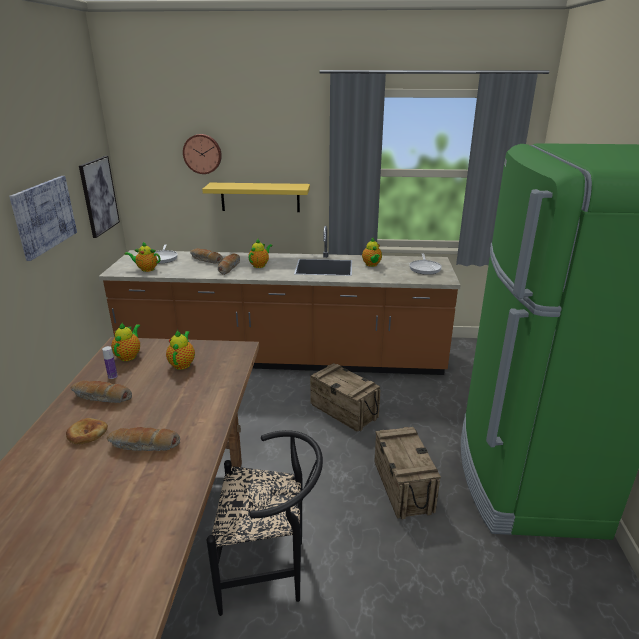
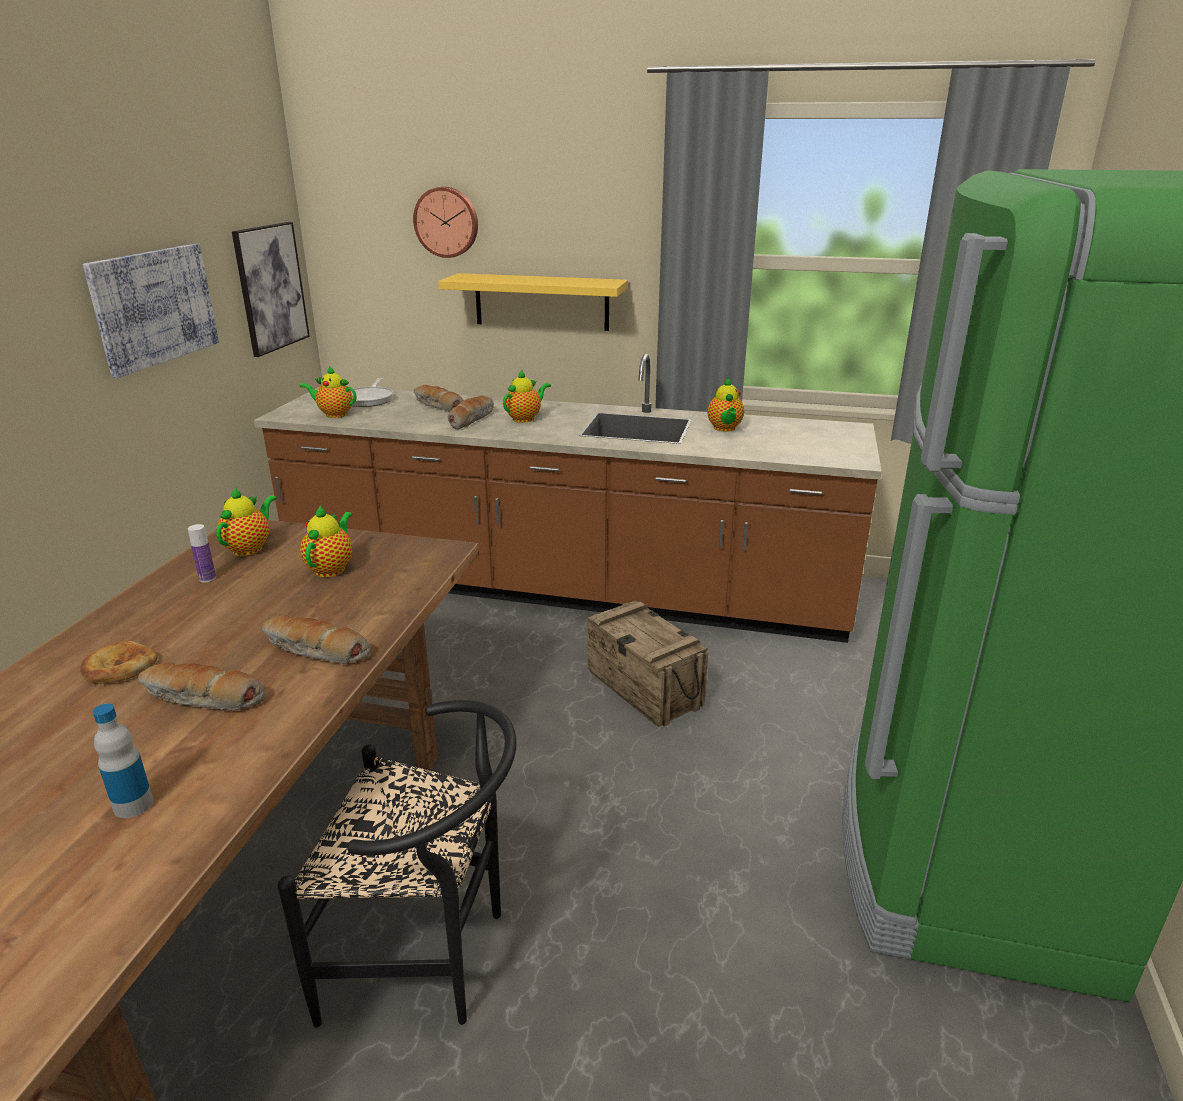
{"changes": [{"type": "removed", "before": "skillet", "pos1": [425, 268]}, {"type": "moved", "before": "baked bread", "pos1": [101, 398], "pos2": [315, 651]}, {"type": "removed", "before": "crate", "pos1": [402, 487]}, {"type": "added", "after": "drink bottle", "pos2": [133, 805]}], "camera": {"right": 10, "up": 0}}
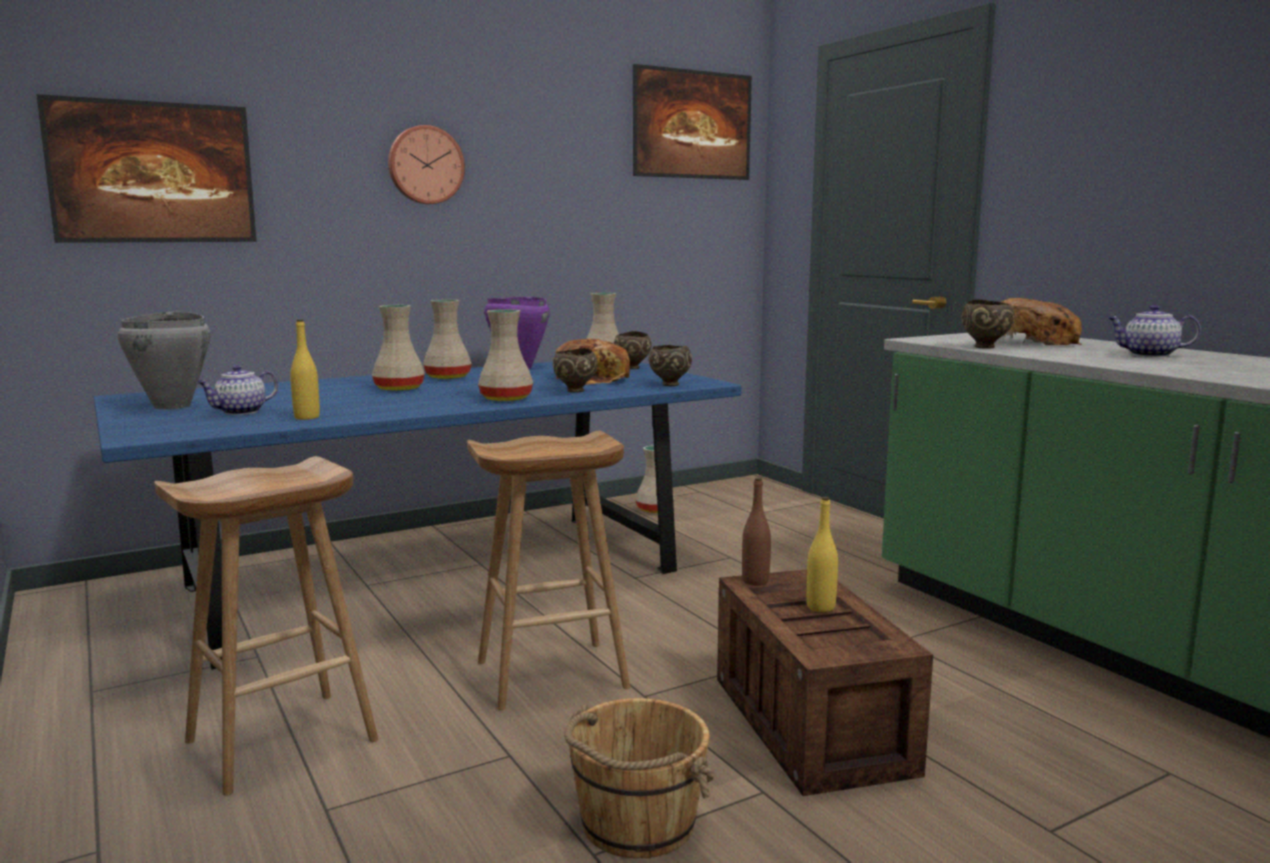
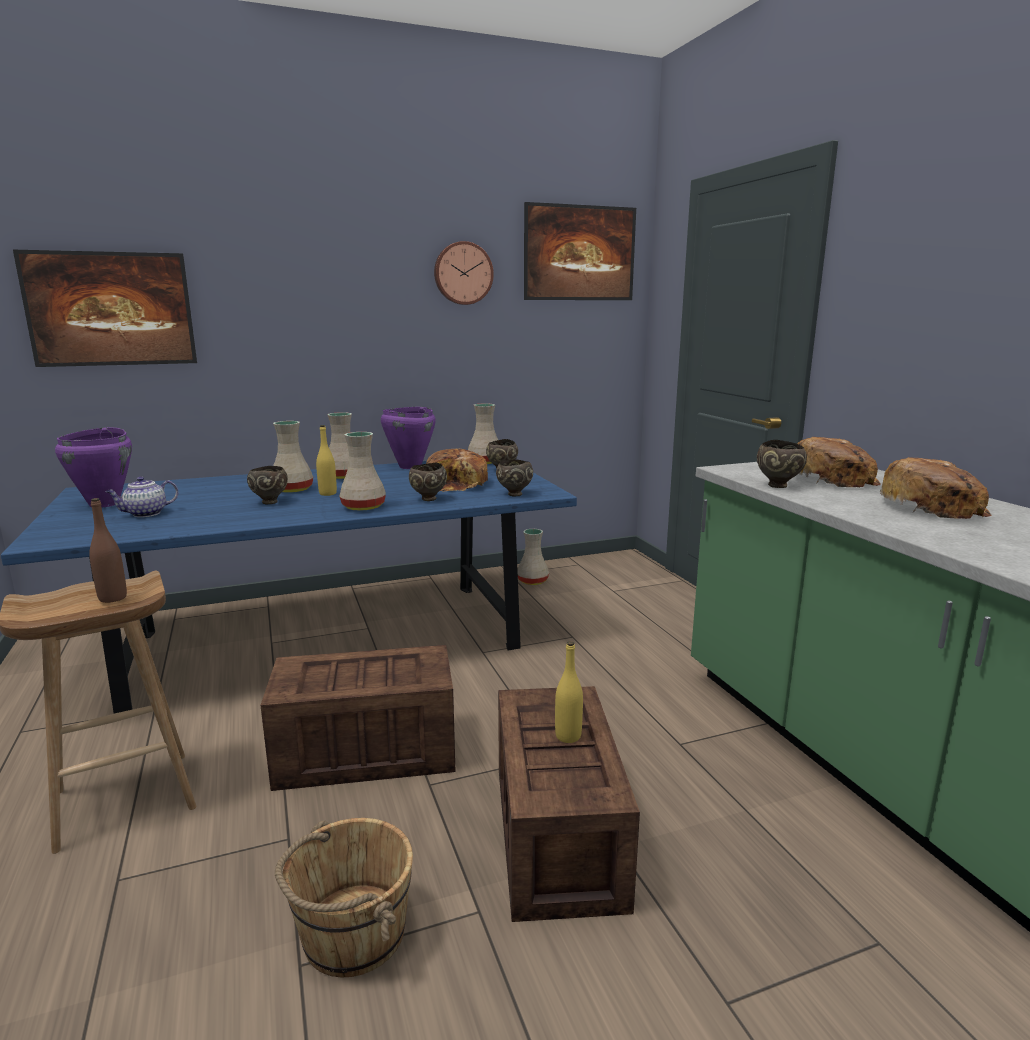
{"changes": [{"type": "moved", "before": "clock on the wall", "pos1": [425, 165], "pos2": [463, 273]}, {"type": "replaced", "before": "pot for tea", "after": "baked bread", "pos1": [1148, 355], "pos2": [934, 507]}, {"type": "recoloured", "before": "gray saucepot", "after": "purple saucepot", "pos1": [173, 406], "pos2": [105, 504]}, {"type": "moved", "before": "yellow drink bottle", "pos1": [307, 417], "pos2": [328, 493]}, {"type": "replaced", "before": "brown stool seat", "after": "crate", "pos1": [550, 675], "pos2": [363, 753]}, {"type": "moved", "before": "brown drink bottle", "pos1": [755, 581], "pos2": [113, 598]}, {"type": "added", "after": "brown bowl", "pos2": [269, 502]}], "camera": {"right": 10, "up": 5}}
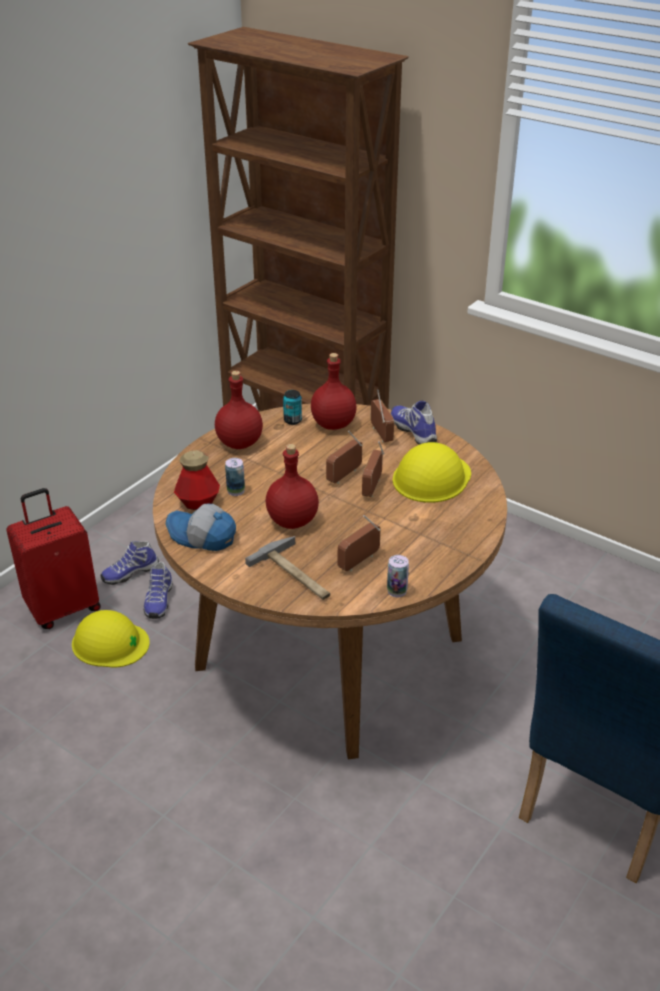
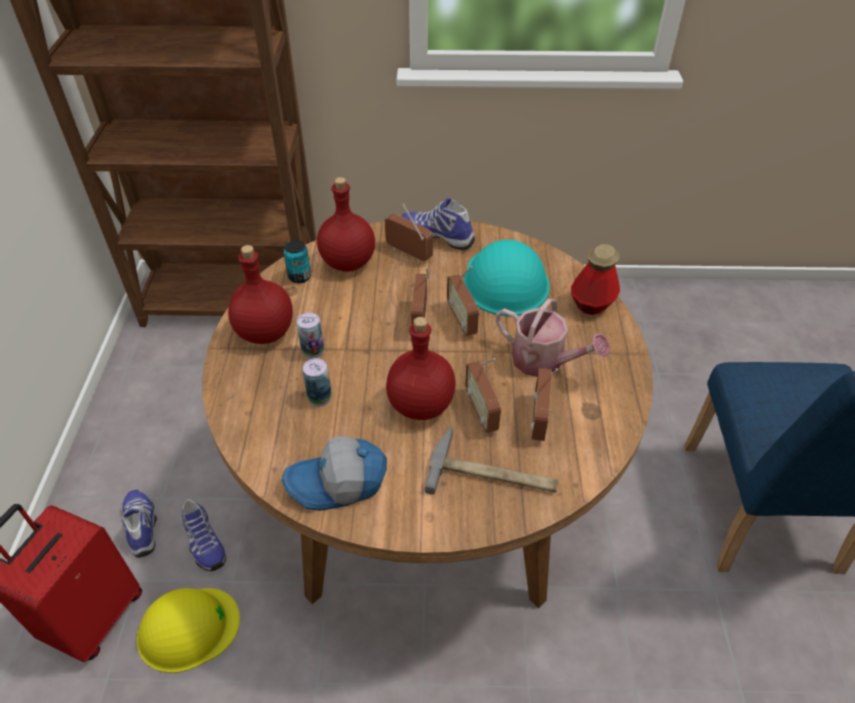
{"changes": [{"type": "recoloured", "before": "yellow work helmet", "after": "blue-green work helmet", "pos1": [431, 477], "pos2": [506, 281]}, {"type": "moved", "before": "drink bottle", "pos1": [198, 502], "pos2": [592, 304]}, {"type": "turned", "before": "item of footwear", "pos1": [130, 572], "pos2": [143, 526], "turn": 135}, {"type": "moved", "before": "metal can", "pos1": [397, 591], "pos2": [313, 351]}, {"type": "added", "after": "sprinkling can", "pos2": [544, 361]}, {"type": "added", "after": "radio receiver", "pos2": [481, 412]}], "camera": {"right": -35, "up": 10}}
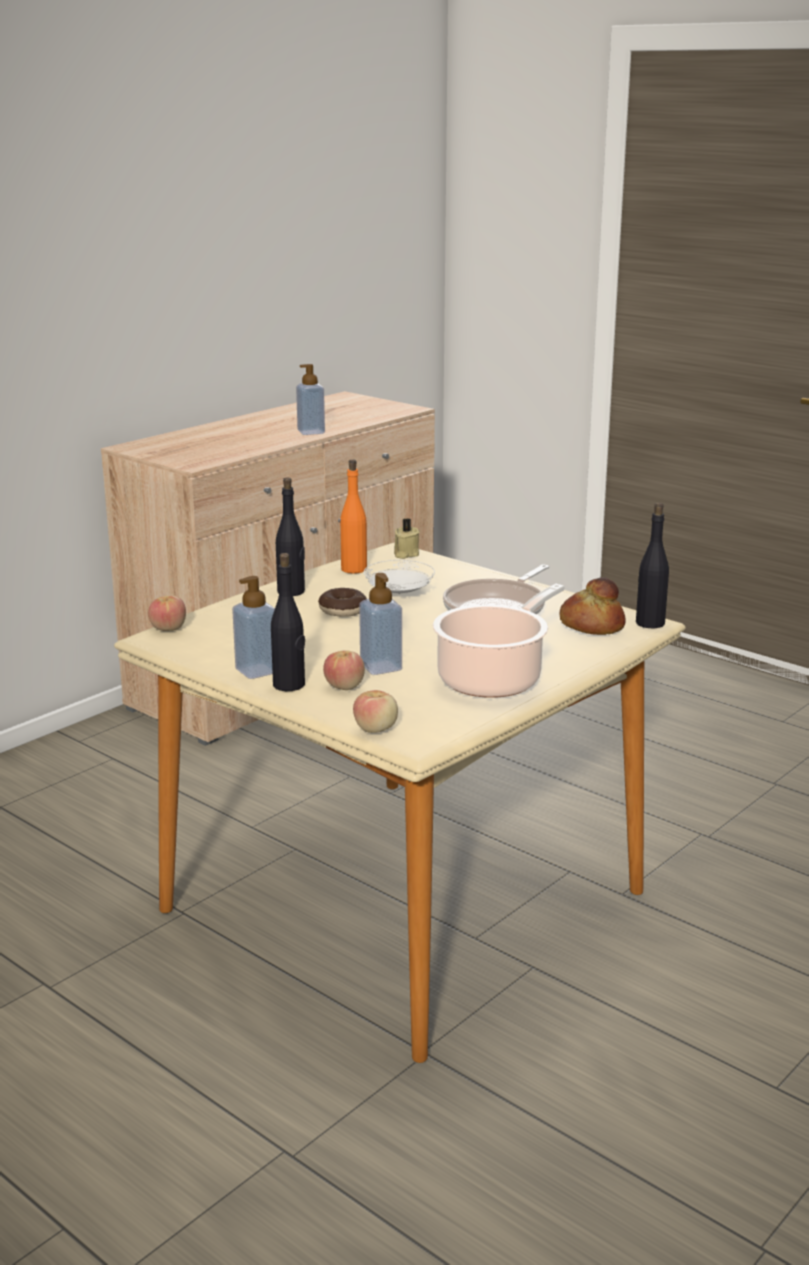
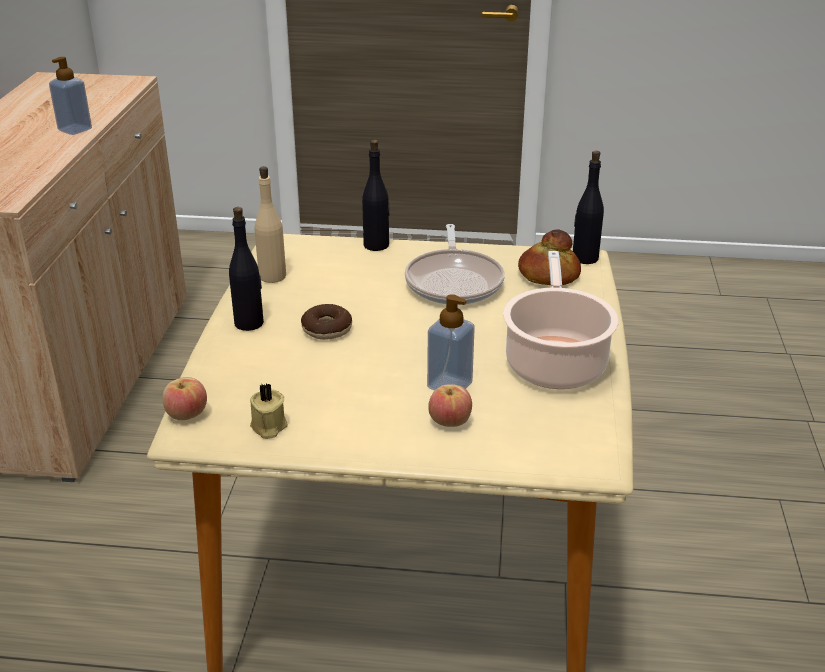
{"changes": [{"type": "recoloured", "before": "orange-coloured drink bottle", "after": "sand-coloured drink bottle", "pos1": [354, 569], "pos2": [272, 276]}, {"type": "moved", "before": "sand-coloured wax candle", "pos1": [405, 554], "pos2": [268, 427]}, {"type": "moved", "before": "black-coloured drink bottle", "pos1": [289, 685], "pos2": [376, 245]}, {"type": "removed", "before": "white-coloured dinner plate", "pos1": [399, 594]}, {"type": "removed", "before": "liquid soap bottle", "pos1": [257, 671]}, {"type": "removed", "before": "whole apple", "pos1": [376, 729]}], "camera": {"right": -35, "up": 10}}
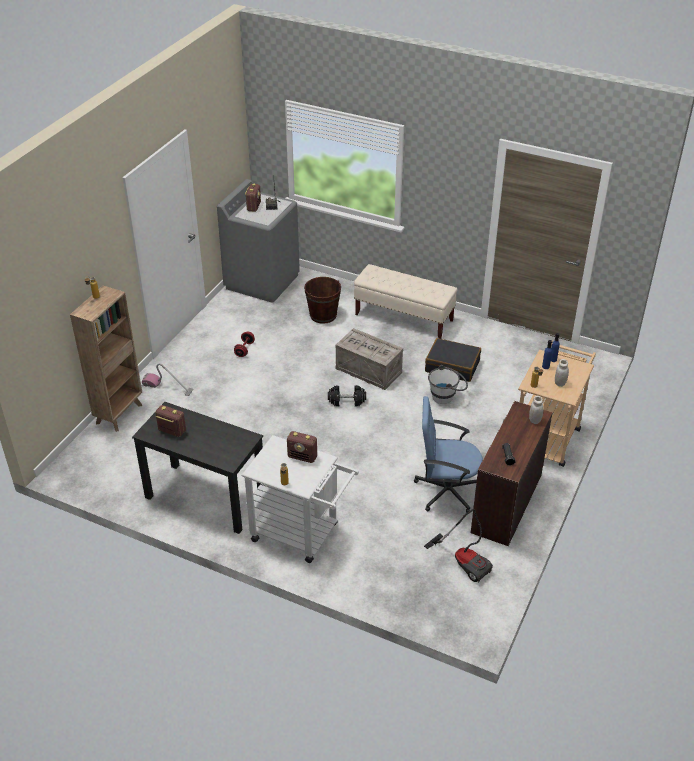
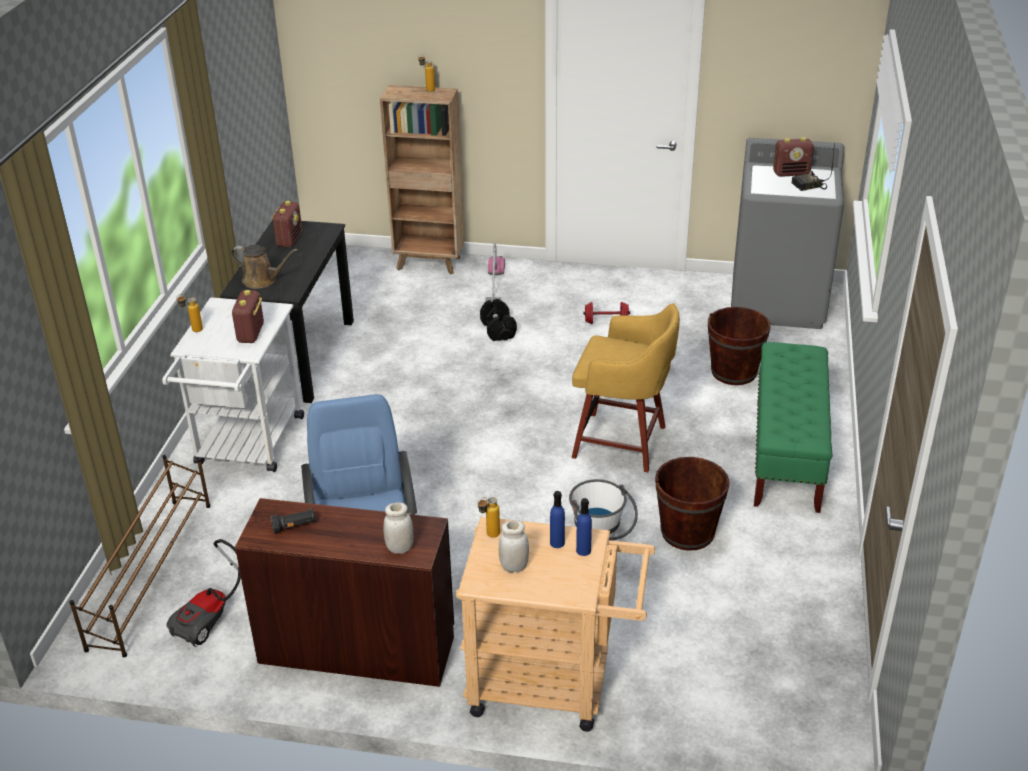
{"changes": [{"type": "recoloured", "before": "sand-coloured long seat", "after": "greenish long seat", "pos1": [404, 318], "pos2": [786, 455]}, {"type": "replaced", "before": "crate", "after": "yellow stool seat", "pos1": [369, 371], "pos2": [622, 443]}, {"type": "replaced", "before": "black-coloured suitcase", "after": "brown bucket", "pos1": [452, 366], "pos2": [687, 532]}, {"type": "moved", "before": "black-coloured hand weight", "pos1": [347, 401], "pos2": [498, 329]}, {"type": "added", "after": "brown sprinkling can", "pos2": [262, 280]}, {"type": "added", "after": "brown shoe rack", "pos2": [152, 573]}], "camera": {"right": 75, "up": -5}}
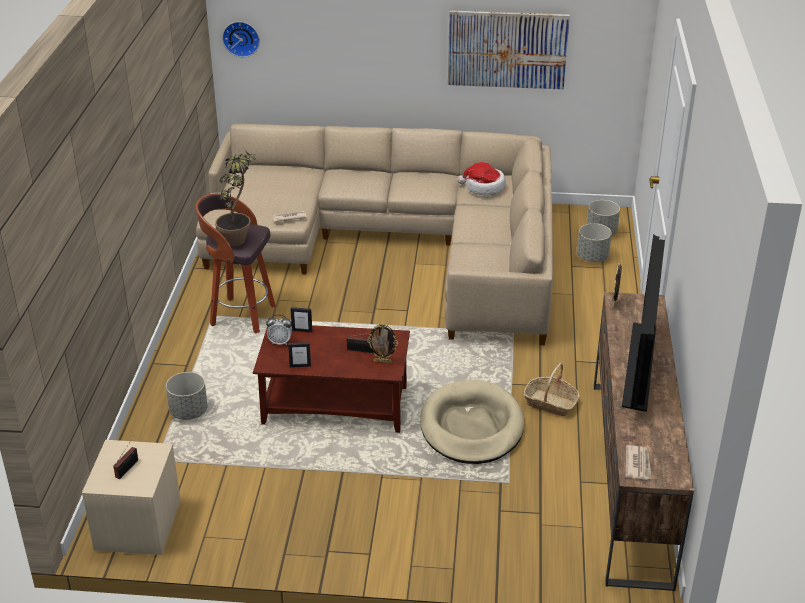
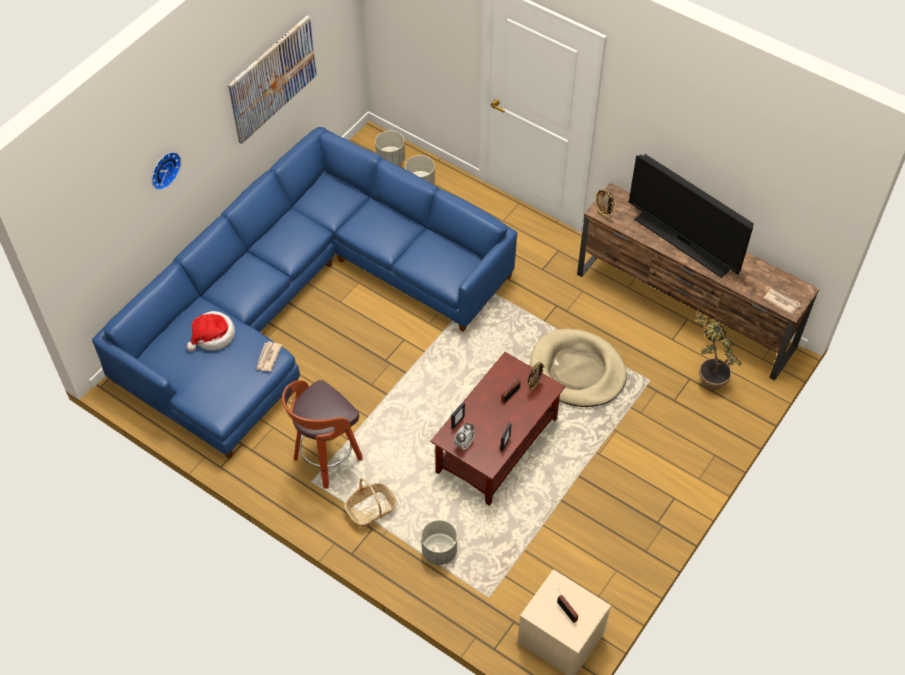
{"changes": [{"type": "moved", "before": "clock on the wall", "pos1": [241, 38], "pos2": [163, 169]}, {"type": "recoloured", "before": "sand-coloured couch", "after": "blue couch", "pos1": [397, 245], "pos2": [302, 300]}, {"type": "moved", "before": "houseplant", "pos1": [239, 237], "pos2": [707, 377]}, {"type": "moved", "before": "clothing hat", "pos1": [483, 187], "pos2": [213, 336]}, {"type": "moved", "before": "storage basket", "pos1": [550, 403], "pos2": [371, 509]}], "camera": {"right": -60, "up": 20}}
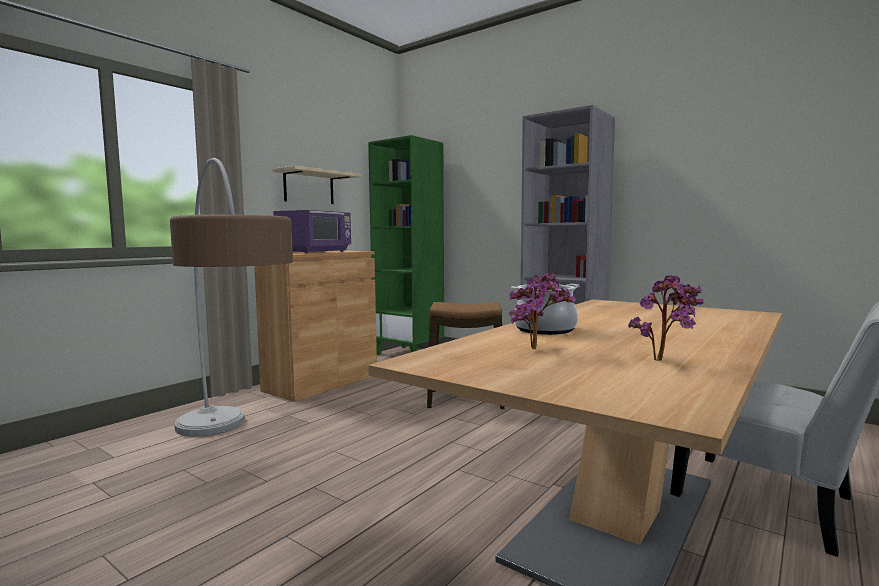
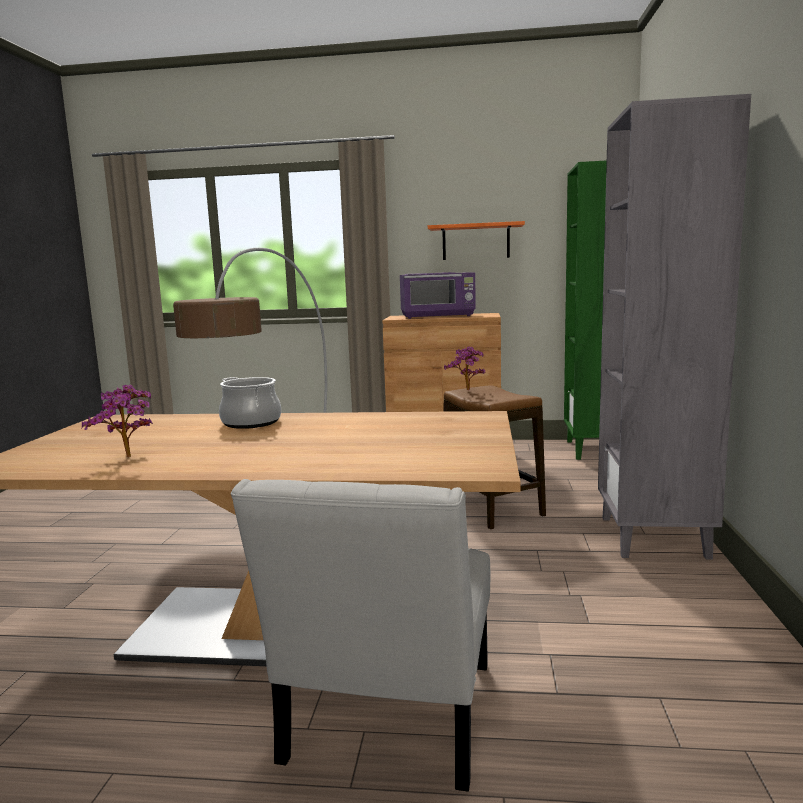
{"changes": [{"type": "recoloured", "before": "sand-coloured wall shelf", "after": "orange-coloured wall shelf", "pos1": [309, 187], "pos2": [476, 242]}, {"type": "moved", "before": "houseplant", "pos1": [538, 350], "pos2": [467, 390]}], "camera": {"right": 60, "up": 5}}
